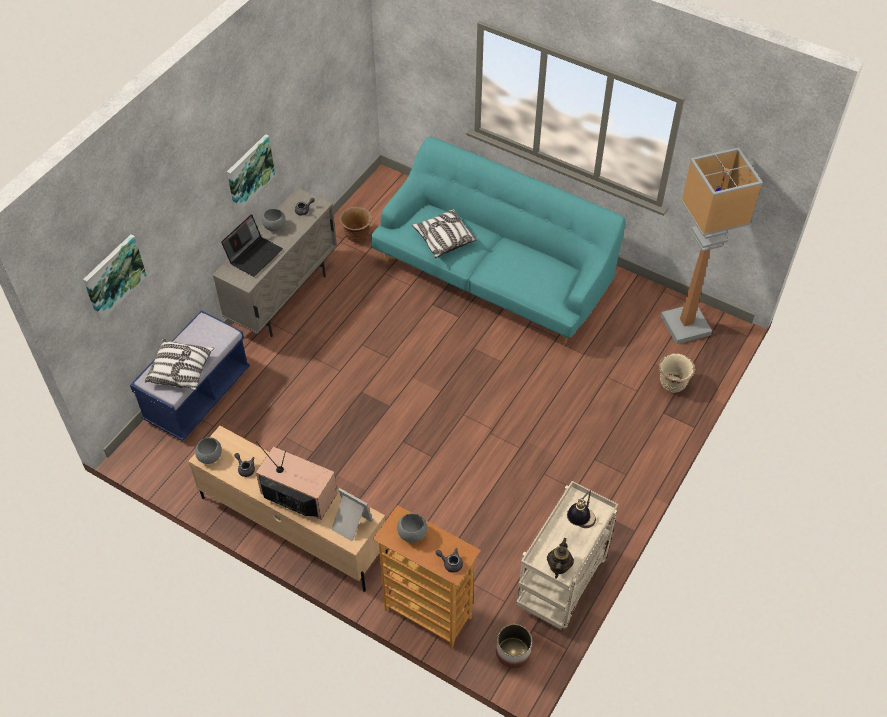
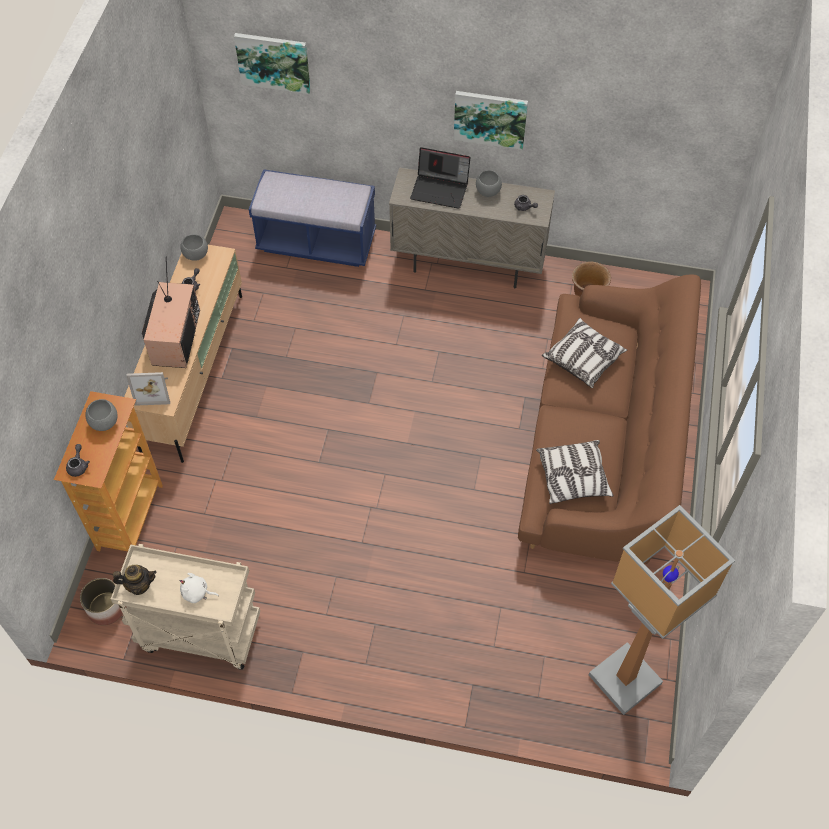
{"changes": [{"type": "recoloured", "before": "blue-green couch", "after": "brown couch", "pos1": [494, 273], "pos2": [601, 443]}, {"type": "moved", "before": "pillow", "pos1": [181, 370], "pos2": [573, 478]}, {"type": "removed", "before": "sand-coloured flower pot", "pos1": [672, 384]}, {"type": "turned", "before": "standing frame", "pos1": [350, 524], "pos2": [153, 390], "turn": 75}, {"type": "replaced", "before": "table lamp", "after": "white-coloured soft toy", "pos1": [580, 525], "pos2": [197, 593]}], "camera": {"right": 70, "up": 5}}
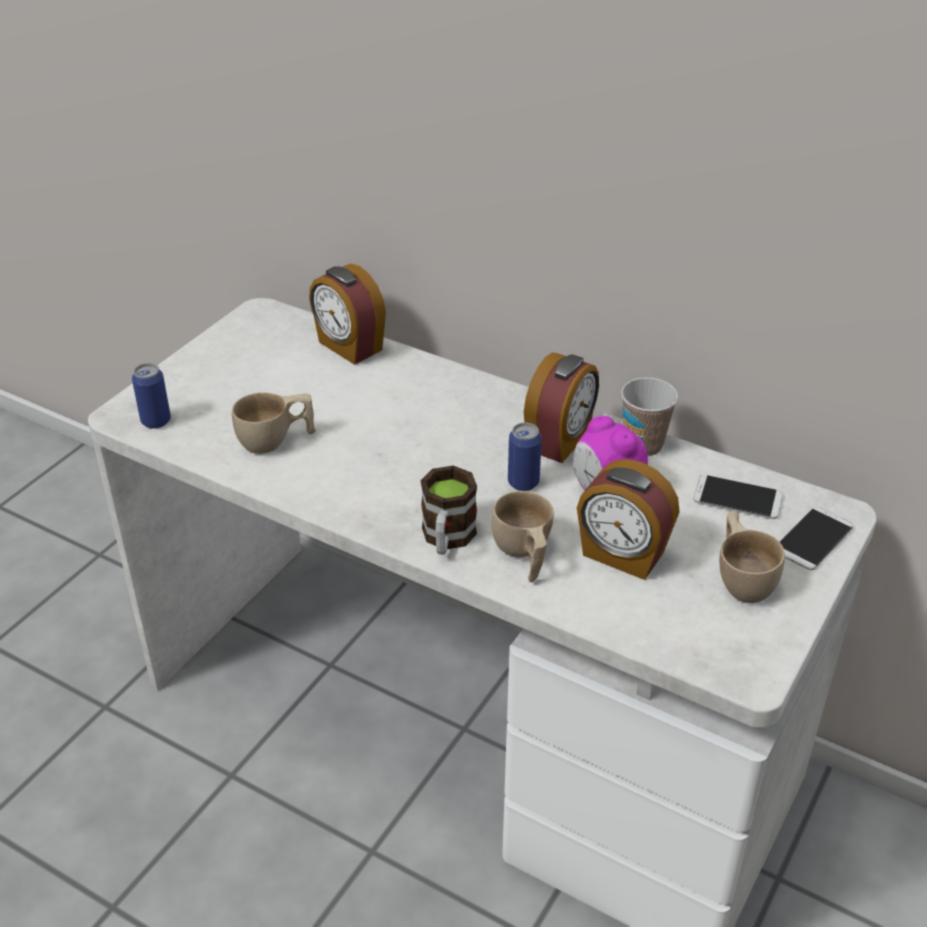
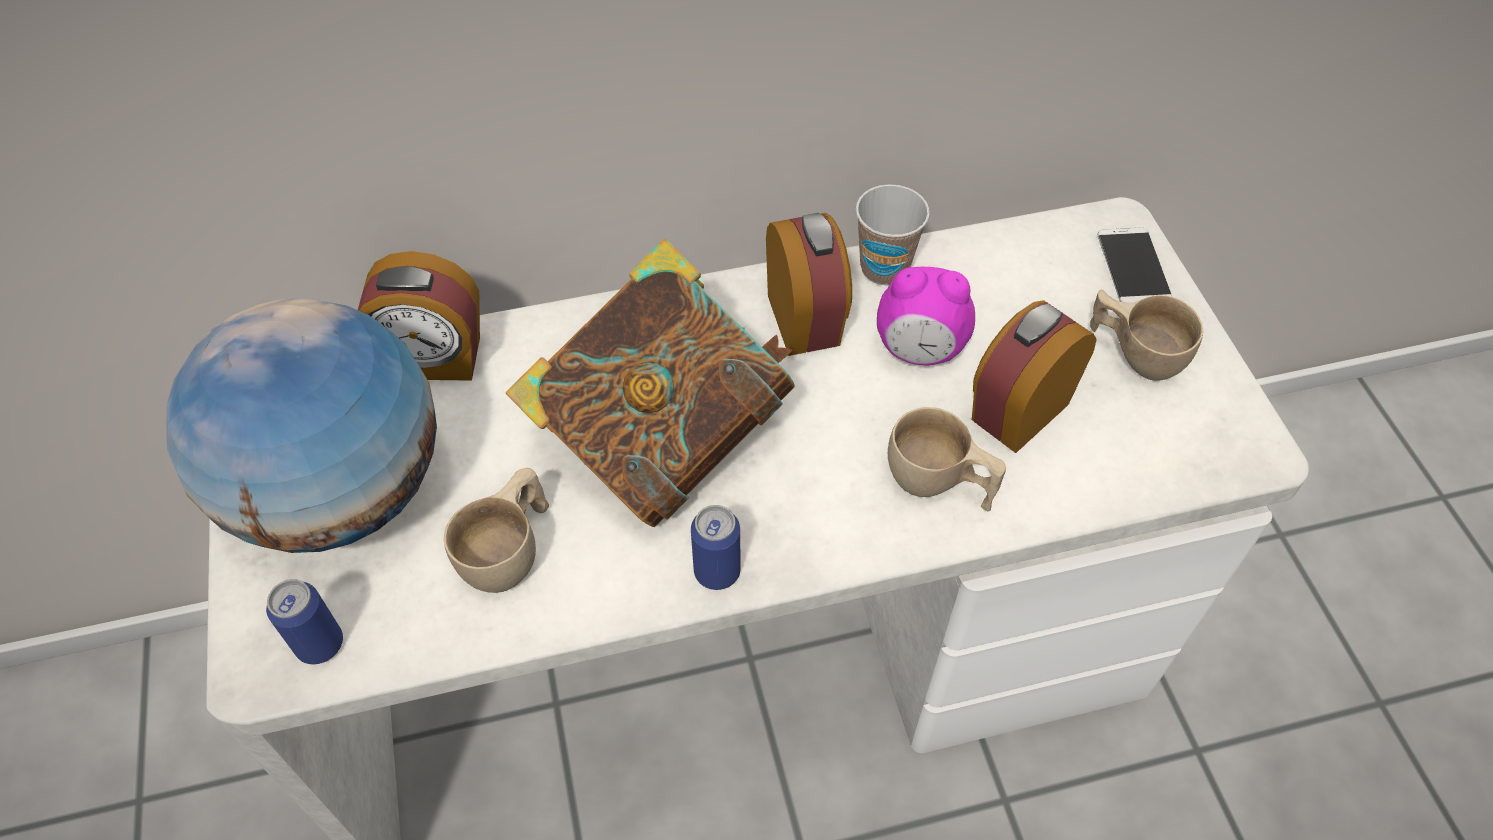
{"changes": [{"type": "moved", "before": "metal can", "pos1": [523, 482], "pos2": [717, 572]}, {"type": "turned", "before": "bedside clock", "pos1": [622, 555], "pos2": [1018, 410], "turn": 150}, {"type": "removed", "before": "coffee mug", "pos1": [447, 539]}, {"type": "removed", "before": "handset", "pos1": [737, 498]}, {"type": "added", "after": "volume", "pos2": [662, 437]}, {"type": "added", "after": "desk globe", "pos2": [340, 494]}], "camera": {"right": -45, "up": 15}}
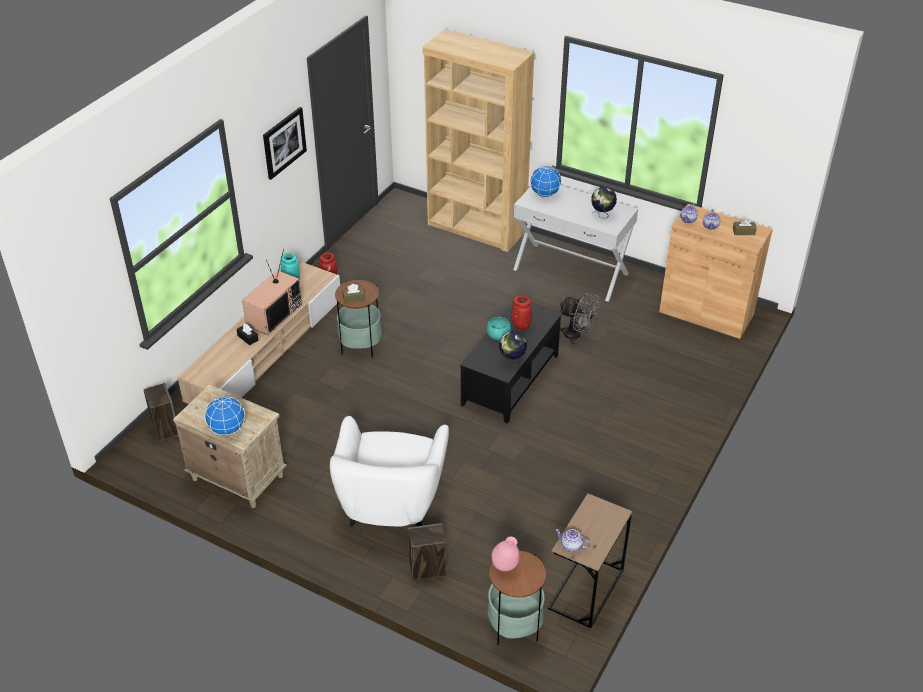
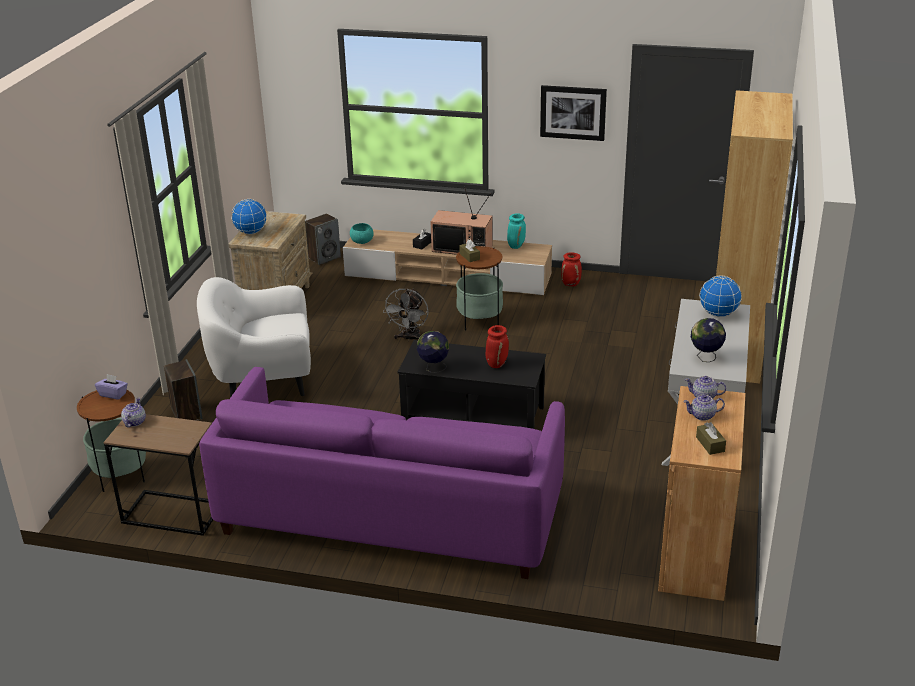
{"changes": [{"type": "moved", "before": "gray cooling fan", "pos1": [576, 336], "pos2": [409, 338]}, {"type": "moved", "before": "blue-green bowl", "pos1": [498, 336], "pos2": [362, 241]}, {"type": "replaced", "before": "pink decorative vase", "after": "purple tissue box", "pos1": [505, 565], "pos2": [113, 394]}, {"type": "added", "after": "purple couch", "pos2": [390, 513]}], "camera": {"right": 75, "up": -10}}
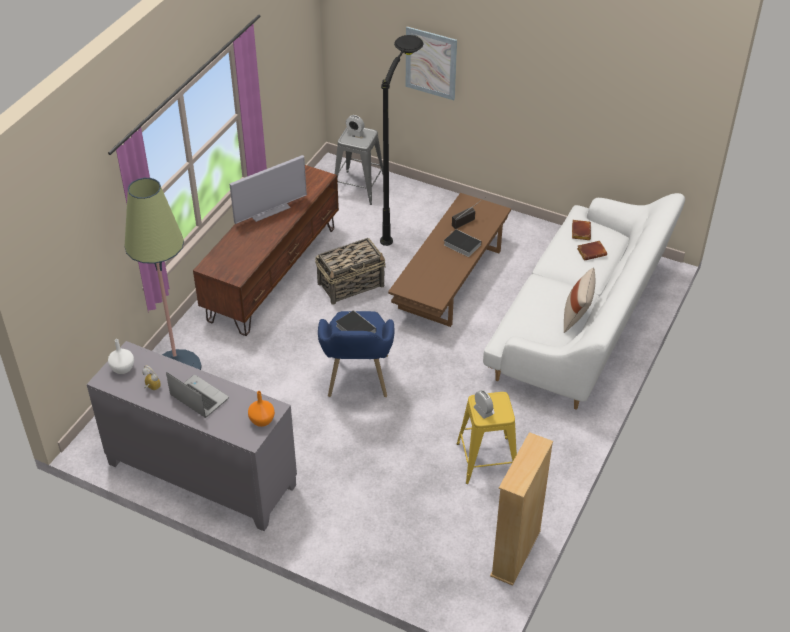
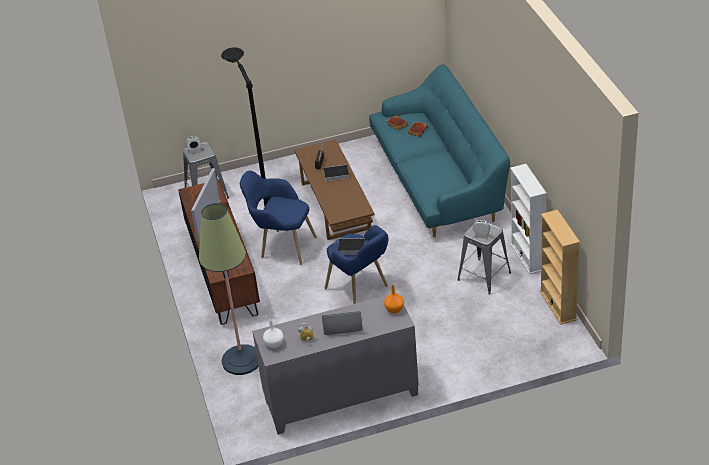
{"changes": [{"type": "removed", "before": "wall art", "pos1": [431, 63]}, {"type": "recoloured", "before": "white-coloured couch", "after": "blue-green couch", "pos1": [580, 322], "pos2": [438, 179]}, {"type": "replaced", "before": "storage basket", "after": "blue easy chair", "pos1": [351, 284], "pos2": [281, 246]}, {"type": "removed", "before": "sand-coloured pillow", "pos1": [577, 317]}, {"type": "recoloured", "before": "yellow stool seat", "after": "gray stool seat", "pos1": [487, 460], "pos2": [484, 276]}, {"type": "added", "after": "white-coloured bookshelf", "pos2": [527, 257]}], "camera": {"right": -40, "up": -5}}
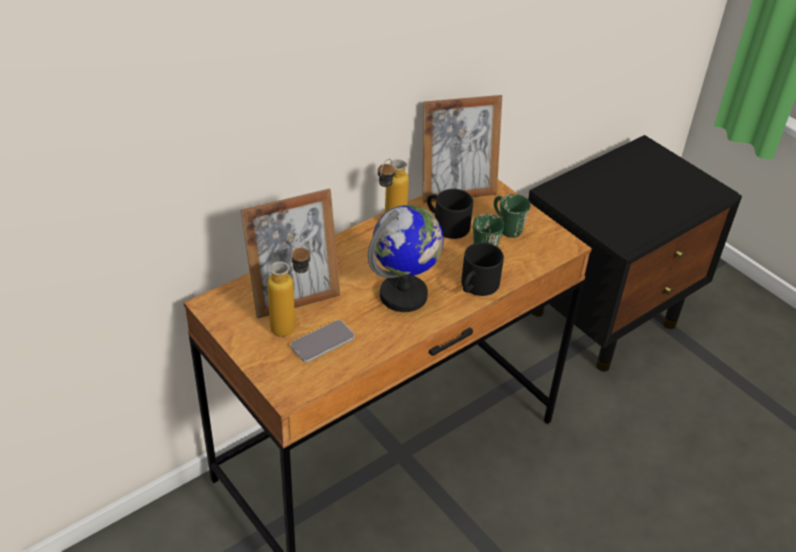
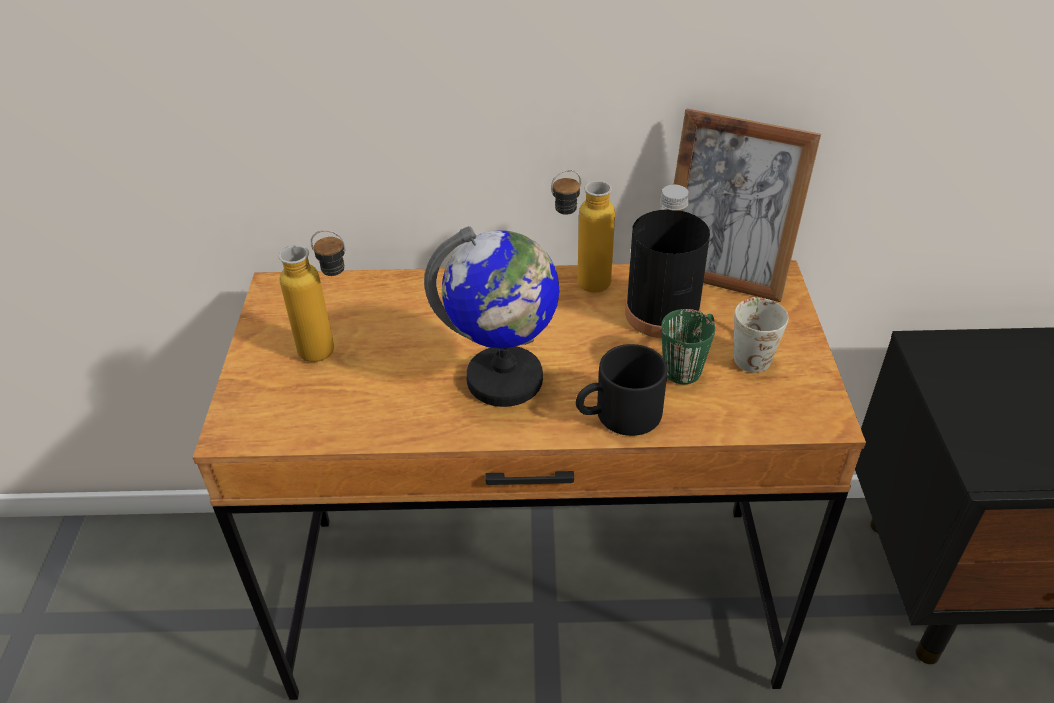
{"changes": [{"type": "removed", "before": "standing frame", "pos1": [294, 298]}, {"type": "replaced", "before": "black-coloured coffee mug", "after": "black-coloured drink bottle", "pos1": [446, 225], "pos2": [662, 313]}, {"type": "recoloured", "before": "greenish coffee mug", "after": "white-coloured coffee mug", "pos1": [505, 227], "pos2": [749, 351]}, {"type": "removed", "before": "handset", "pos1": [322, 342]}], "camera": {"right": 40, "up": 0}}
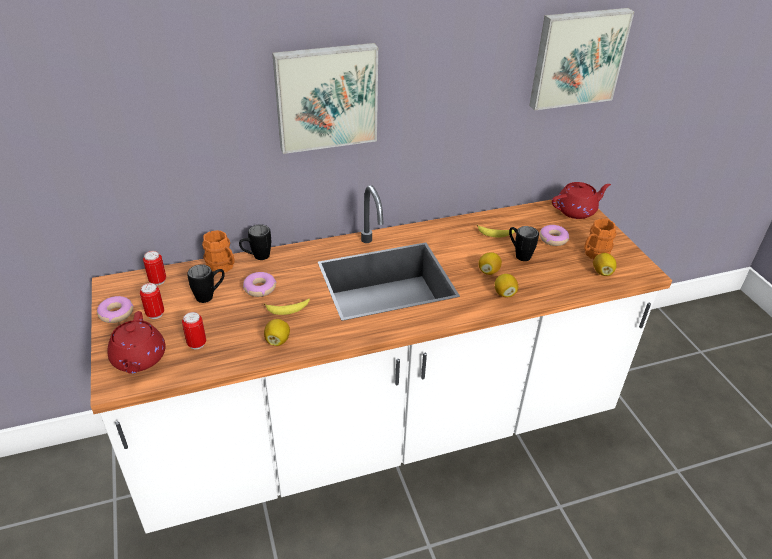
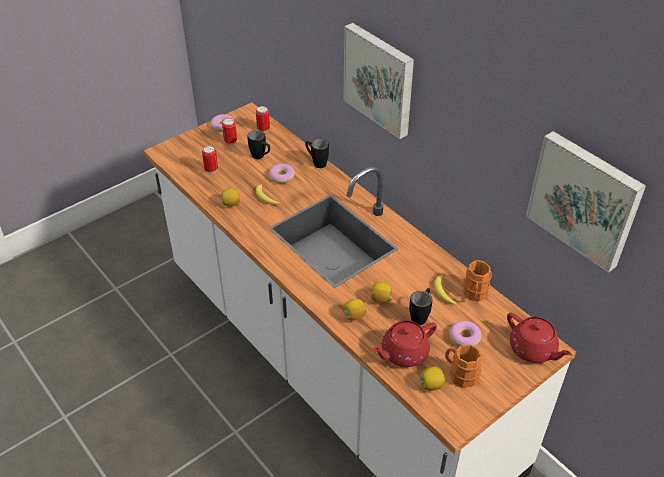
{"changes": [{"type": "moved", "before": "orange-coloured coffee mug", "pos1": [222, 267], "pos2": [474, 294]}, {"type": "moved", "before": "red-coloured pot for tea", "pos1": [139, 359], "pos2": [403, 353]}], "camera": {"right": 70, "up": 5}}
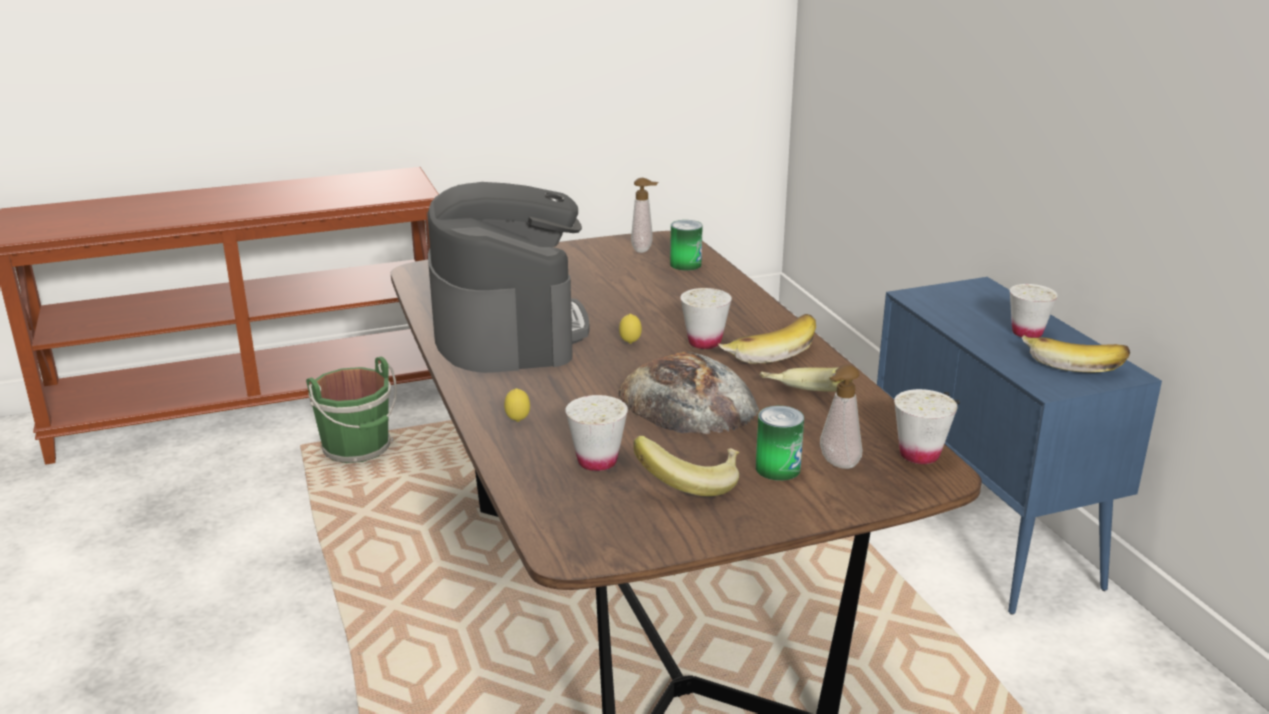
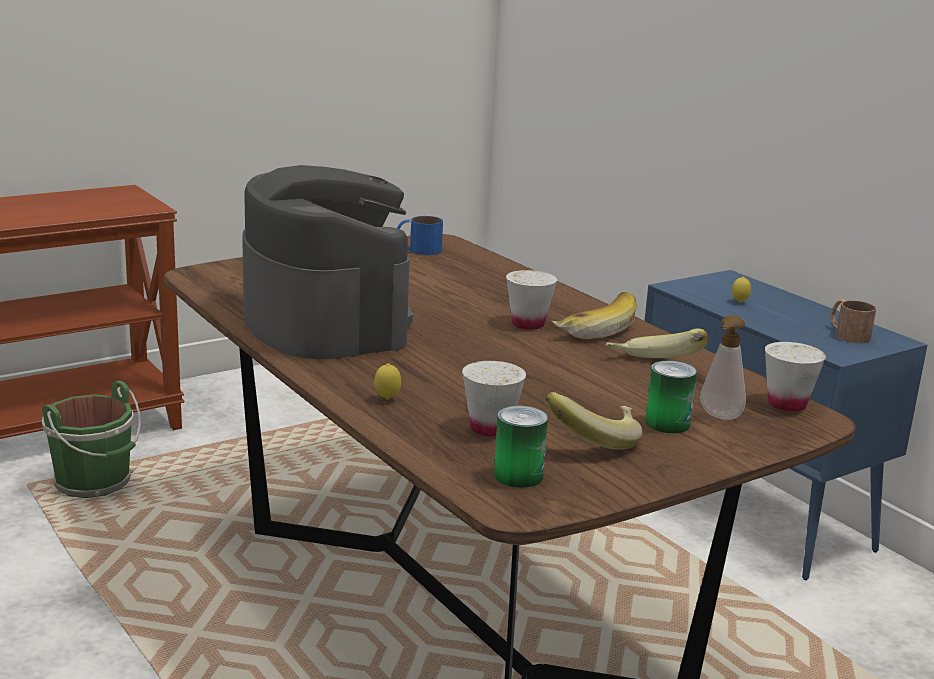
{"changes": [{"type": "replaced", "before": "liquid soap bottle", "after": "blue coffee mug", "pos1": [644, 250], "pos2": [417, 250]}, {"type": "moved", "before": "metal can", "pos1": [685, 264], "pos2": [518, 476]}, {"type": "removed", "before": "white-coloured cup", "pos1": [1027, 333]}, {"type": "moved", "before": "lemon", "pos1": [630, 343], "pos2": [739, 302]}, {"type": "replaced", "before": "banana", "after": "brown coffee mug", "pos1": [1073, 363], "pos2": [847, 334]}, {"type": "removed", "before": "baked bread", "pos1": [687, 401]}], "camera": {"right": -15, "up": -5}}
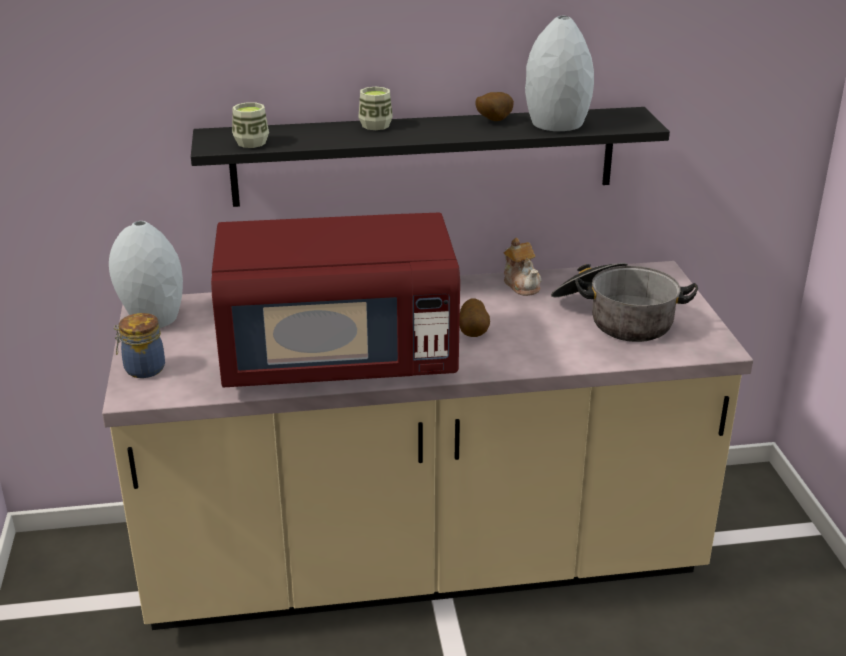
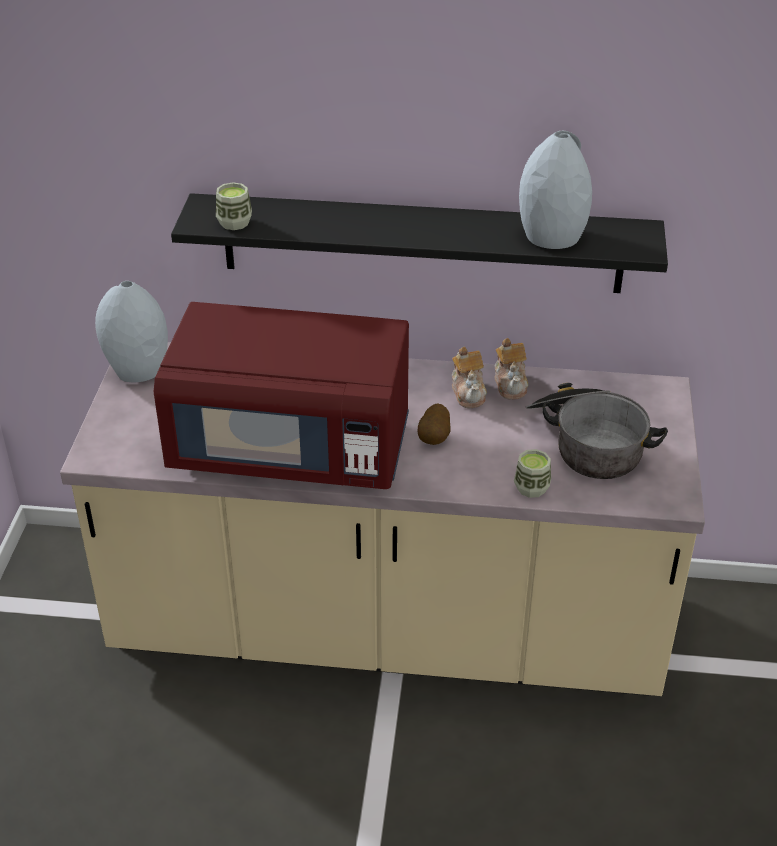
{"changes": [{"type": "moved", "before": "cup", "pos1": [375, 125], "pos2": [531, 488]}, {"type": "removed", "before": "spud", "pos1": [492, 121]}, {"type": "removed", "before": "jar", "pos1": [143, 369]}, {"type": "added", "after": "pot for tea", "pos2": [469, 392]}], "camera": {"right": 15, "up": 10}}
